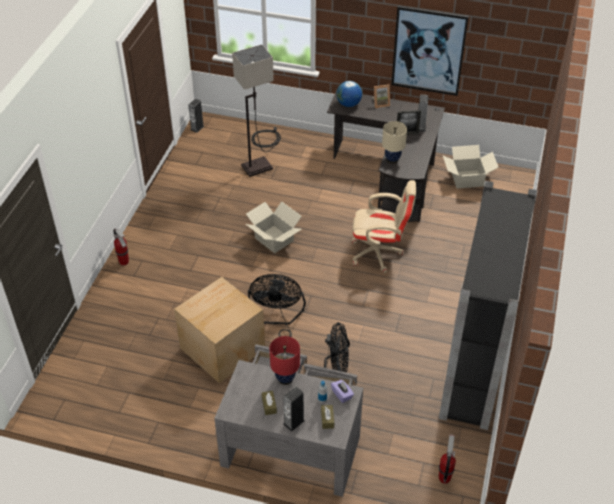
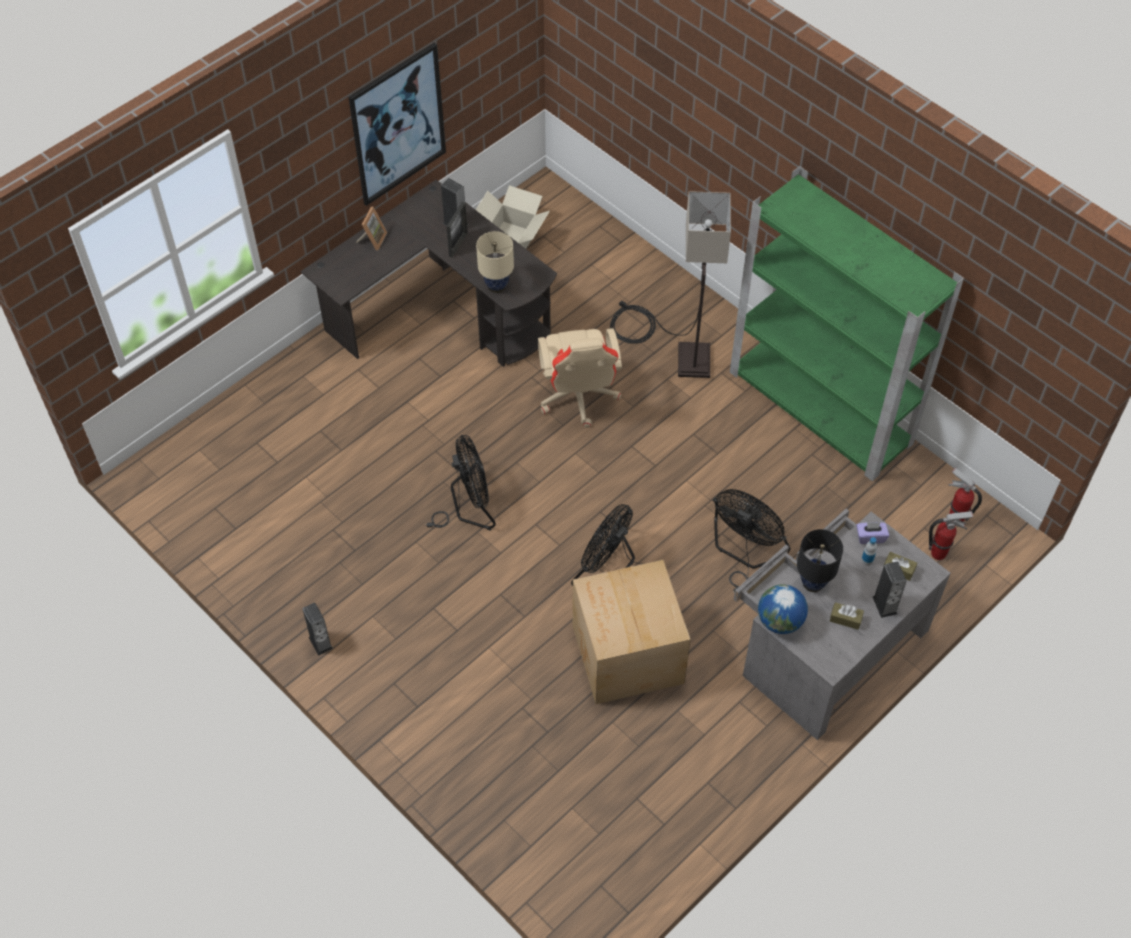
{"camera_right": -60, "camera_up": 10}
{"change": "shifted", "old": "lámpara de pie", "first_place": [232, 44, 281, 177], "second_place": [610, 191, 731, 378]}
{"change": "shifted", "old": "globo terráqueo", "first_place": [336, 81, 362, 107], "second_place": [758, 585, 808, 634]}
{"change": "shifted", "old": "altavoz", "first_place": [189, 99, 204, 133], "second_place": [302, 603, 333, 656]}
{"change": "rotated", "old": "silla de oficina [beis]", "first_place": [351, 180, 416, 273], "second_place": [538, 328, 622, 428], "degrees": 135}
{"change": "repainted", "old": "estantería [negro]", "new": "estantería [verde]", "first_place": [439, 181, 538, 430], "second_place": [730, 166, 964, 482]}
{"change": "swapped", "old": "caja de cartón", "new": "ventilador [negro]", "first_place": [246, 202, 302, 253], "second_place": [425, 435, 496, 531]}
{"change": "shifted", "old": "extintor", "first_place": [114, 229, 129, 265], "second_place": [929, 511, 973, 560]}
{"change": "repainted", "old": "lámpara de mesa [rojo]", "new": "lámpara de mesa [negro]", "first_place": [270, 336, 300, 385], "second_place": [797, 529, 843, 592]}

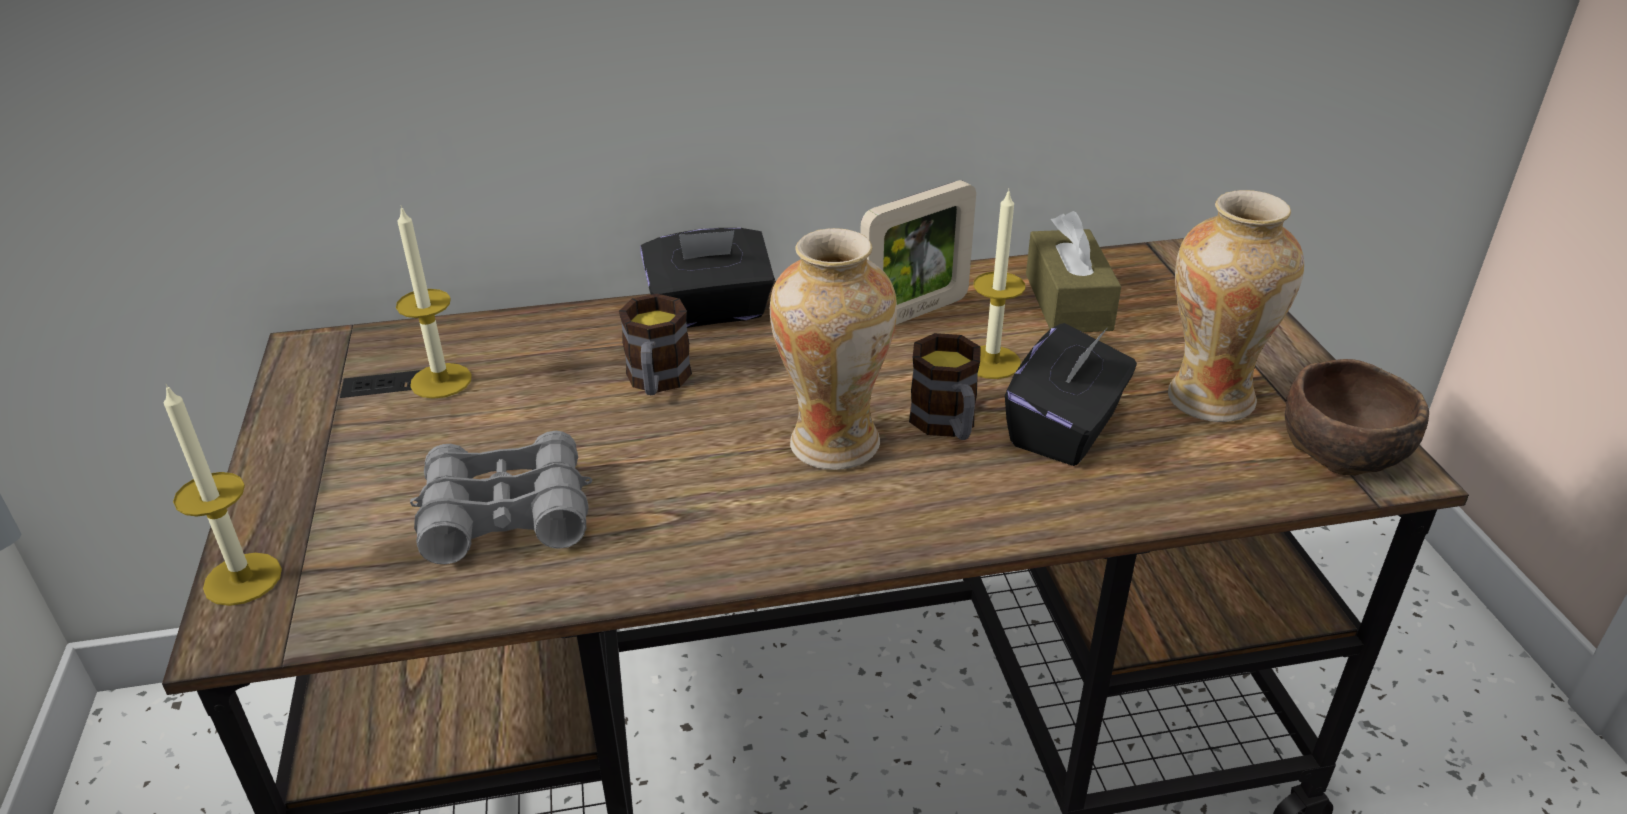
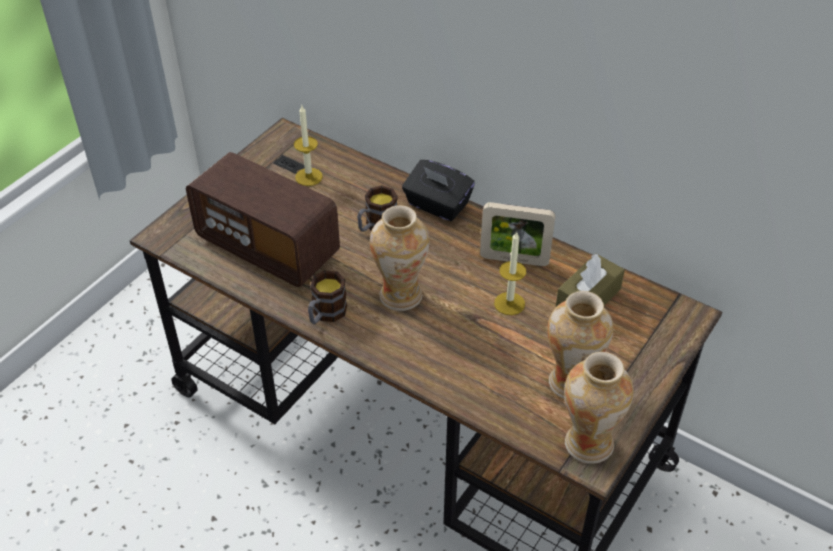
{"camera_right": 45, "camera_up": 10}
{"change": "gone", "old": "caja de pañuelos [negro]", "first_place": [1005, 323, 1137, 466]}
{"change": "shifted", "old": "taza grande", "first_place": [909, 333, 981, 440], "second_place": [308, 270, 347, 324]}
{"change": "swapped", "old": "cuenco [marrón]", "new": "florero", "first_place": [1285, 359, 1429, 476], "second_place": [564, 352, 634, 464]}
{"change": "gone", "old": "vela", "first_place": [164, 384, 282, 606]}
{"change": "swapped", "old": "prismáticos [gris]", "new": "radio", "first_place": [410, 431, 592, 564], "second_place": [186, 152, 340, 287]}

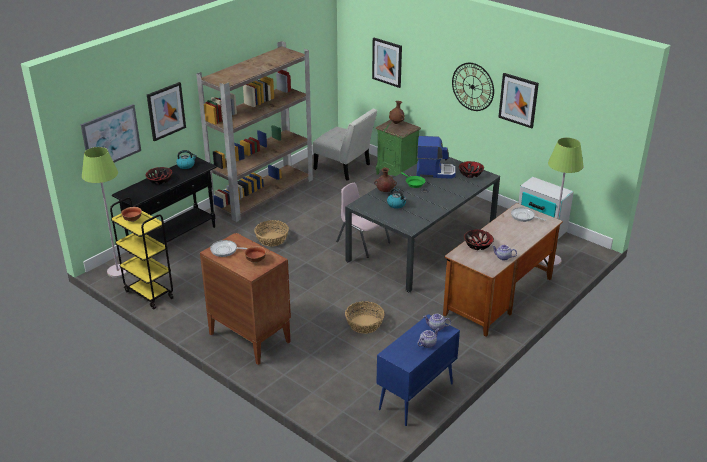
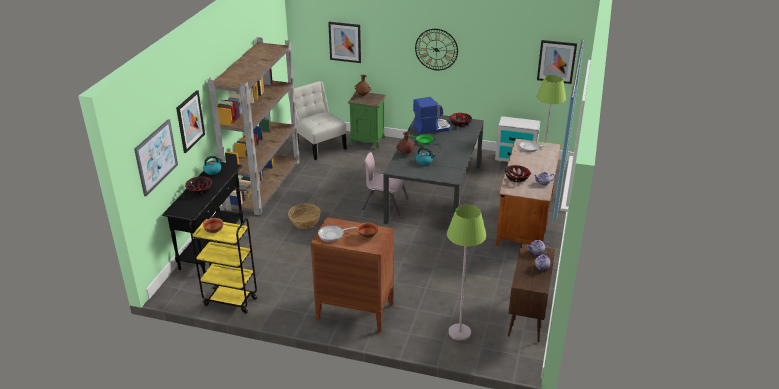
{"camera_right": -25, "camera_up": 0}
{"change": "shifted", "old": "cuadro", "first_place": [498, 73, 539, 128], "second_place": [537, 40, 577, 84]}
{"change": "rotated", "old": "silla [blanco]", "first_place": [313, 108, 377, 181], "second_place": [288, 81, 347, 160], "degrees": -135}
{"change": "shifted", "old": "lámpara de pie [verde]", "first_place": [82, 147, 128, 278], "second_place": [447, 205, 486, 341]}
{"change": "gone", "old": "cesta", "first_place": [345, 301, 385, 334]}
{"change": "repainted", "old": "armario [azul]", "new": "armario [marrón]", "first_place": [376, 314, 460, 426], "second_place": [508, 244, 555, 342]}

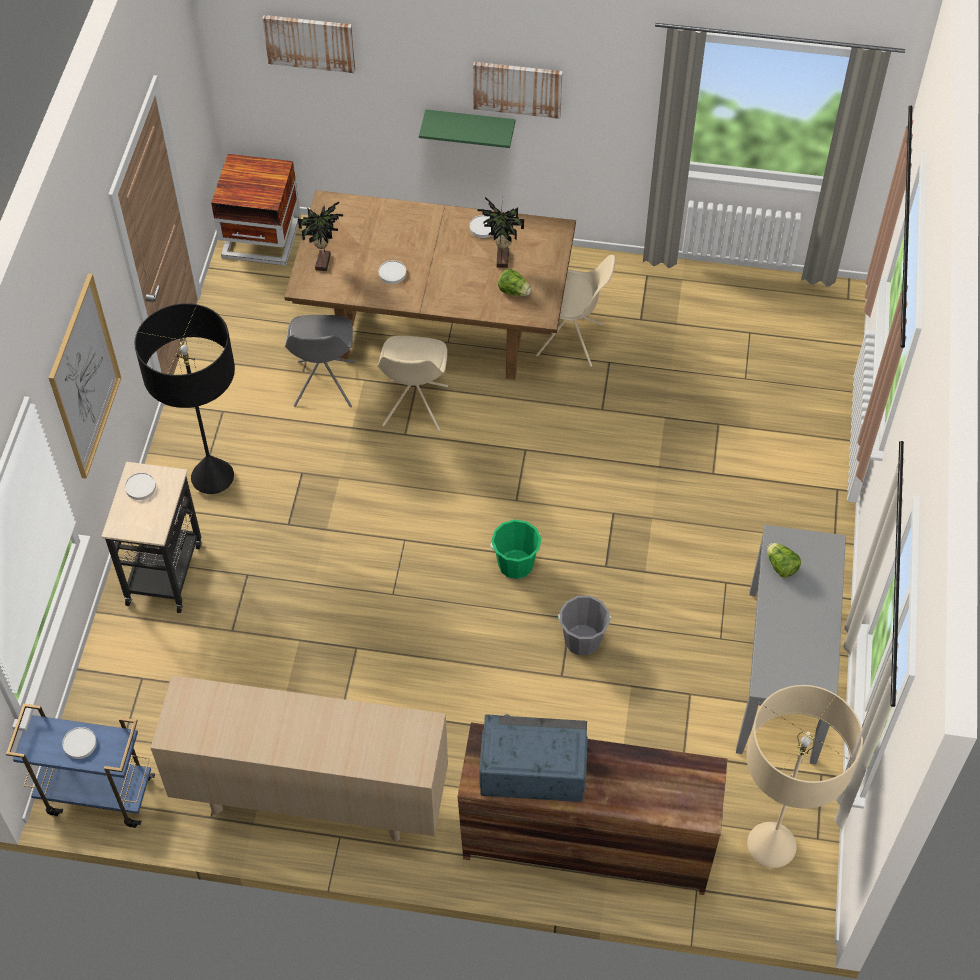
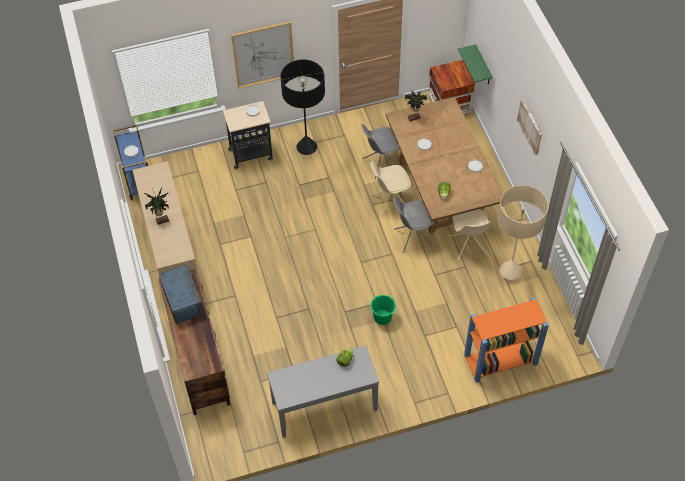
{"camera_right": 65, "camera_up": 0}
{"change": "gone", "old": "cuadro", "first_place": [262, 15, 355, 73]}
{"change": "shifted", "old": "estante [verde]", "first_place": [419, 109, 515, 148], "second_place": [458, 44, 493, 84]}
{"change": "shifted", "old": "planta en maceta", "first_place": [477, 194, 524, 268], "second_place": [144, 188, 169, 225]}
{"change": "shifted", "old": "cubo [verde]", "first_place": [490, 520, 541, 579], "second_place": [370, 295, 396, 325]}
{"change": "gone", "old": "cubo [gris]", "first_place": [558, 596, 611, 655]}
{"change": "shifted", "old": "lámpara de pie [beis]", "first_place": [747, 685, 863, 868], "second_place": [498, 185, 548, 280]}
{"change": "new", "new": "silla [gris]", "second_place": [393, 196, 434, 253]}
{"change": "new", "new": "estantería [naranja]", "second_place": [464, 297, 549, 383]}

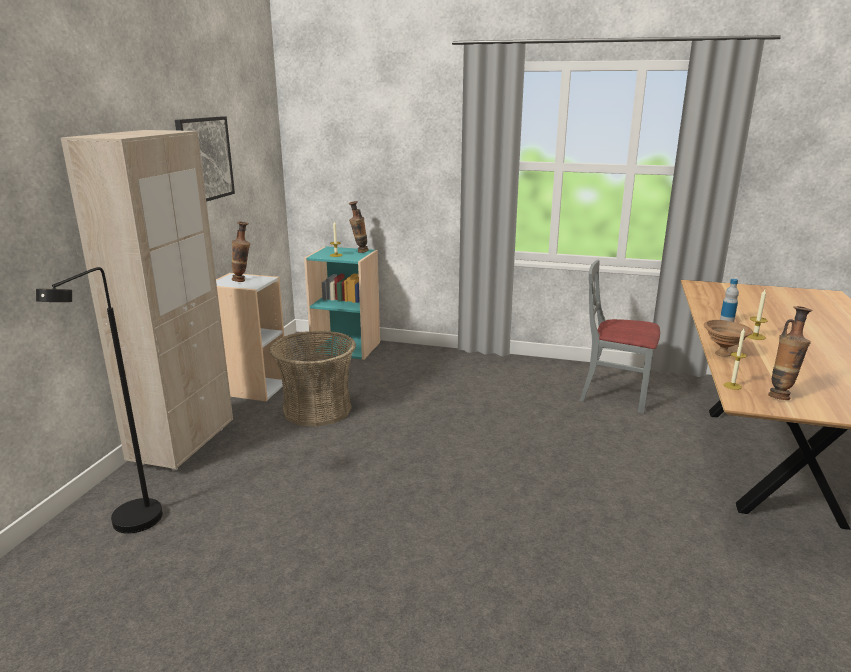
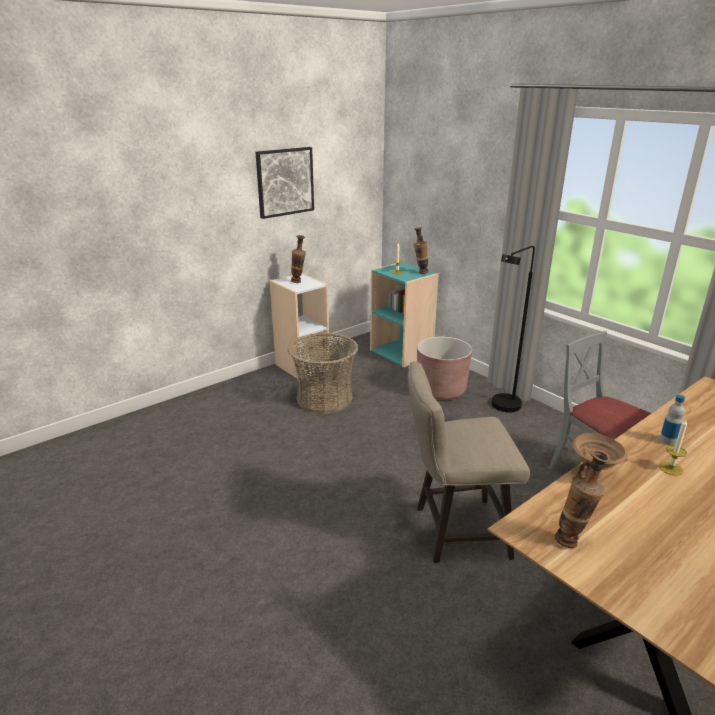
{"camera_right": 35, "camera_up": 5}
{"change": "gone", "old": "armario [beis]", "first_place": [61, 130, 233, 471]}
{"change": "shifted", "old": "lámpara de pie [negro]", "first_place": [36, 267, 163, 534], "second_place": [492, 246, 535, 412]}
{"change": "gone", "old": "vela", "first_place": [724, 328, 747, 390]}
{"change": "new", "new": "maceta [marrón]", "second_place": [417, 336, 472, 400]}
{"change": "new", "new": "taburete [beis]", "second_place": [408, 361, 530, 563]}

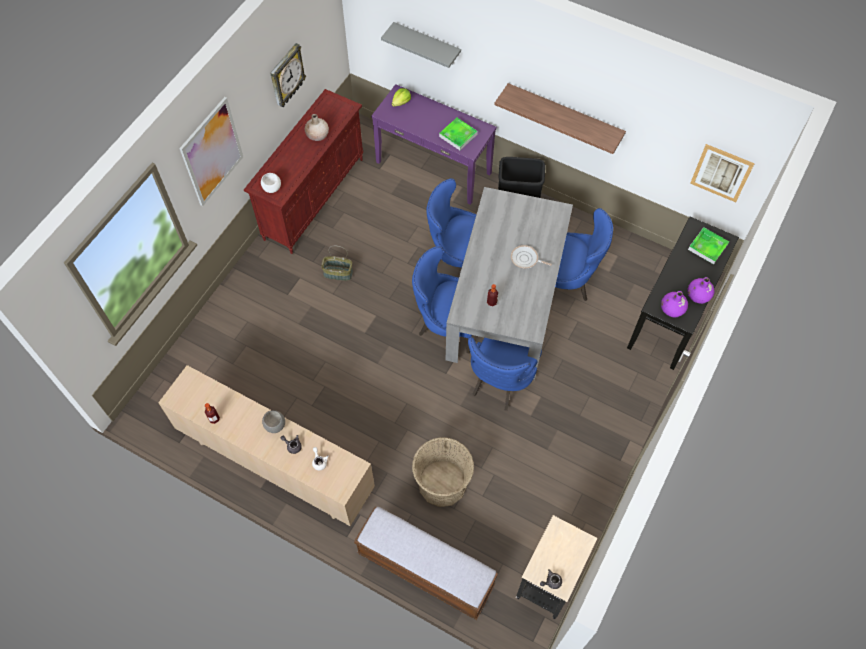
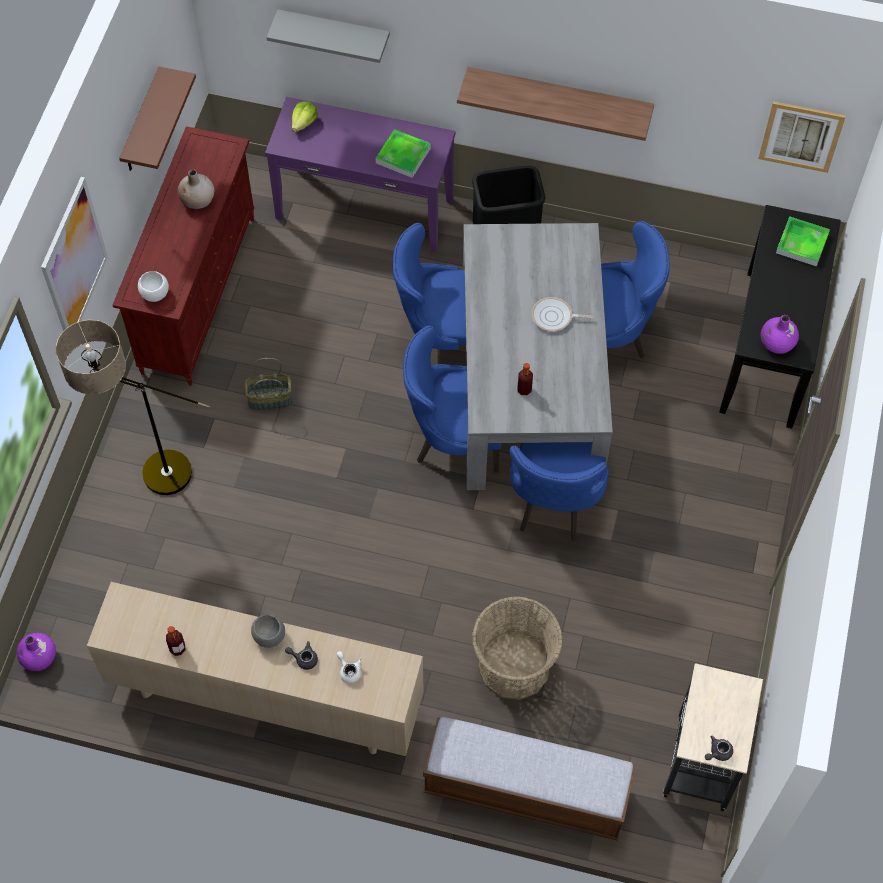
{"camera_right": -15, "camera_up": 0}
{"change": "swapped", "old": "reloj de pared", "new": "estante [marrón]", "first_place": [270, 43, 306, 107], "second_place": [119, 67, 196, 171]}
{"change": "shifted", "old": "florero [morado]", "first_place": [688, 277, 714, 304], "second_place": [17, 633, 56, 671]}
{"change": "new", "new": "lámpara de pie", "second_place": [56, 320, 210, 495]}

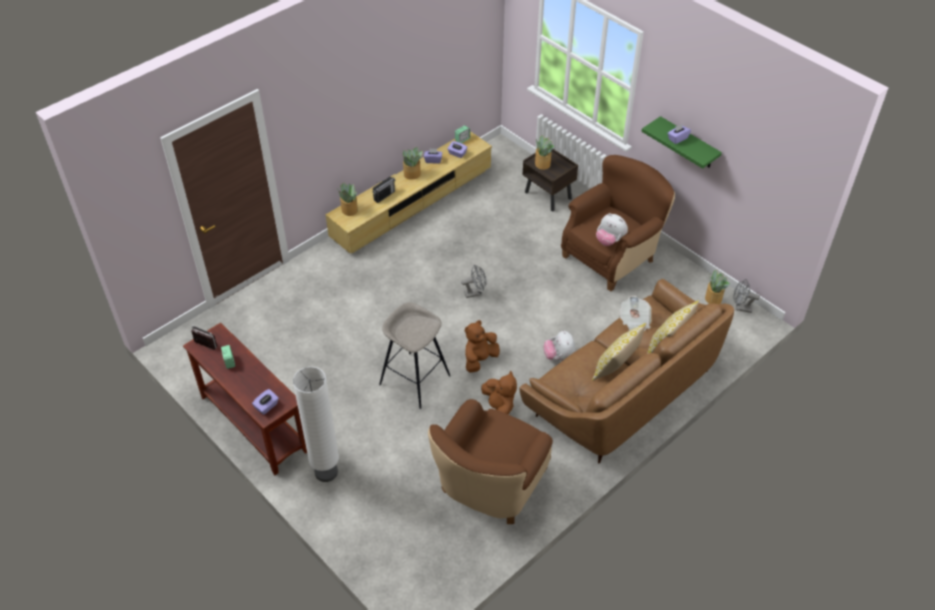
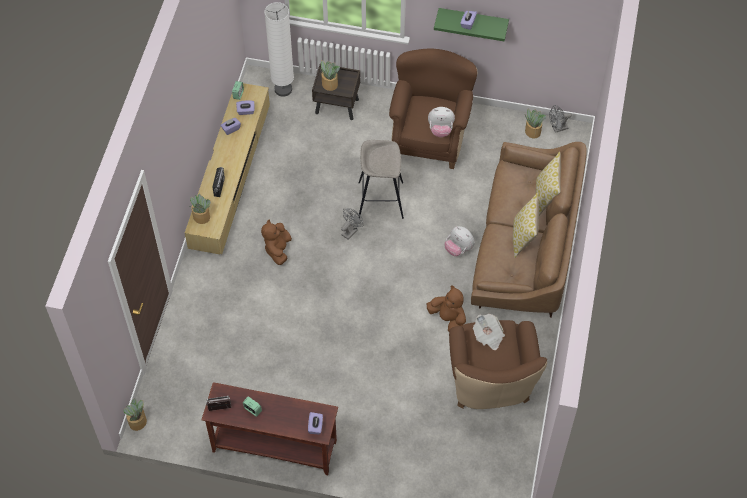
{"camera_right": -35, "camera_up": 10}
{"change": "shifted", "old": "planta en maceta", "first_place": [402, 147, 423, 180], "second_place": [123, 398, 147, 431]}
{"change": "shifted", "old": "periódico", "first_place": [619, 296, 651, 331], "second_place": [473, 314, 505, 350]}
{"change": "shifted", "old": "taburete [gris]", "first_place": [379, 303, 450, 409], "second_place": [359, 140, 404, 219]}
{"change": "shifted", "old": "peluche [marrón]", "first_place": [465, 320, 500, 373], "second_place": [261, 220, 292, 265]}
{"change": "shifted", "old": "lámpara de pie [blanco]", "first_place": [293, 367, 339, 482], "second_place": [264, 2, 294, 97]}

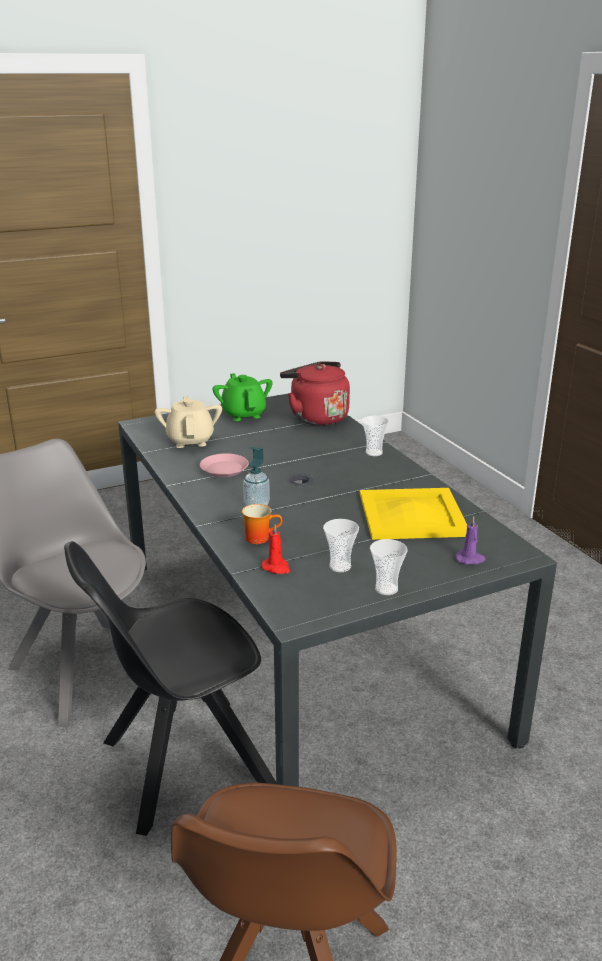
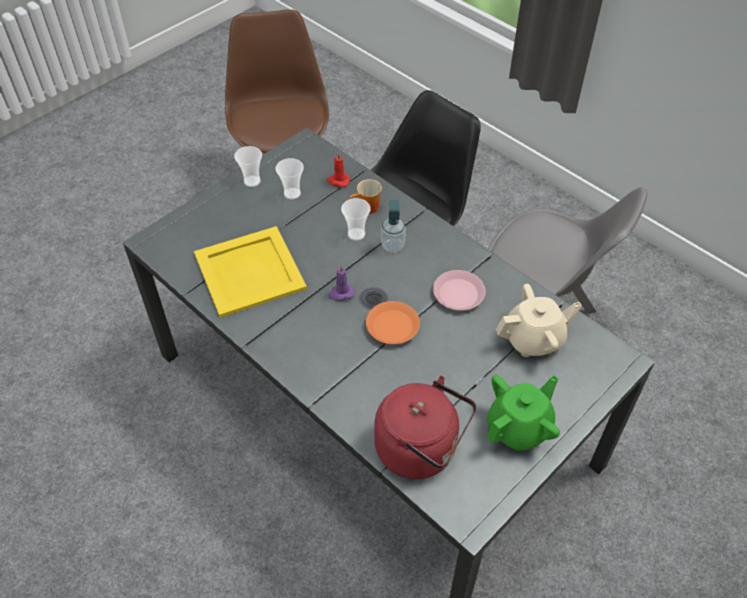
{"camera_right": 160, "camera_up": 25}
{"change": "rotated", "old": "tetera [verde]", "first_place": [212, 373, 272, 421], "second_place": [486, 375, 560, 451], "degrees": -90}
{"change": "rotated", "old": "tetera [beis]", "first_place": [155, 396, 222, 448], "second_place": [496, 284, 582, 357], "degrees": -75}
{"change": "shifted", "old": "taza", "first_place": [362, 416, 389, 456], "second_place": [341, 198, 371, 241]}
{"change": "shifted", "old": "vela [morado]", "first_place": [455, 516, 486, 564], "second_place": [328, 265, 354, 301]}
{"change": "new", "new": "plato [naranja]", "second_place": [366, 301, 420, 344]}

